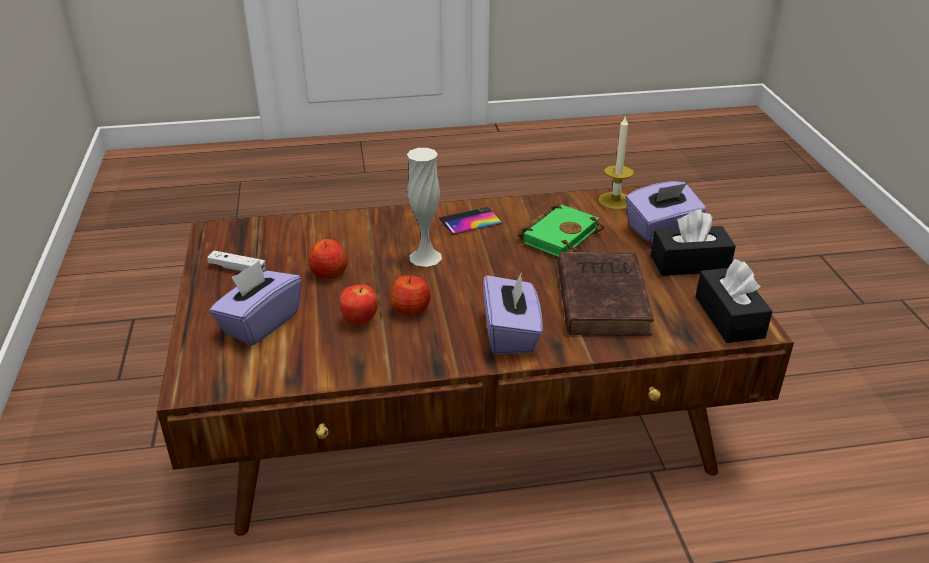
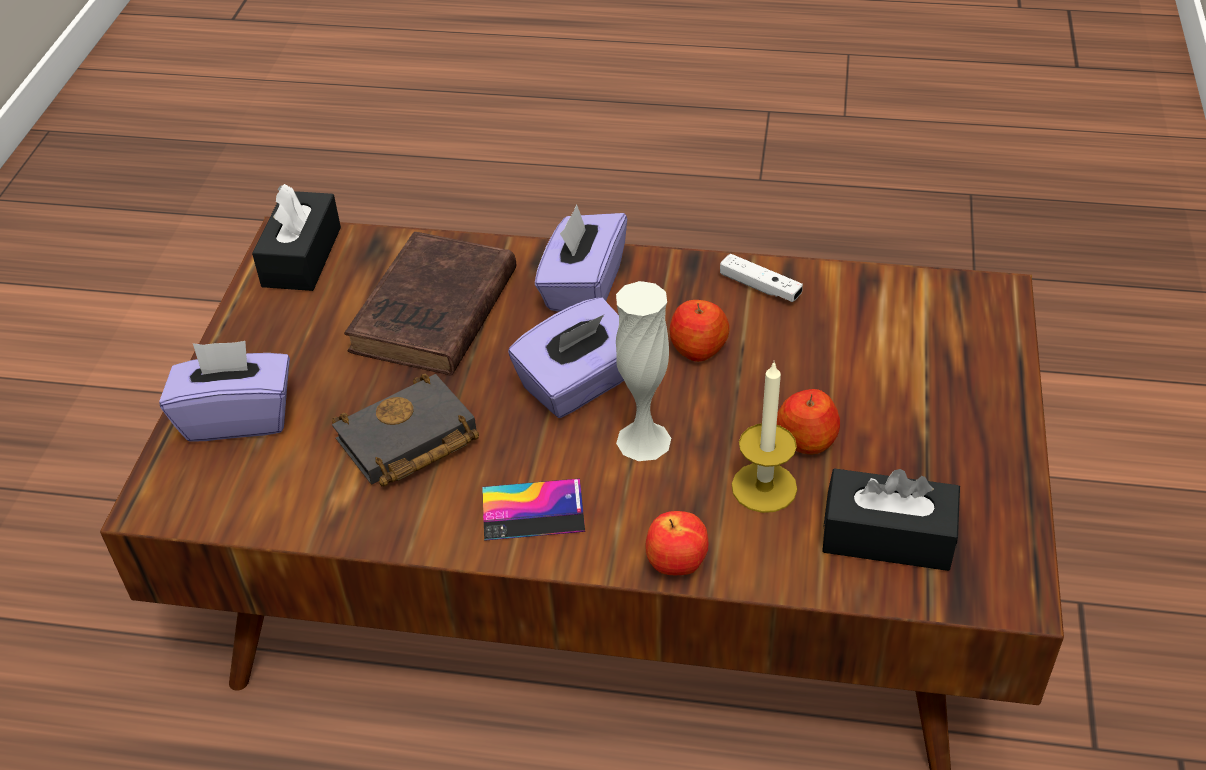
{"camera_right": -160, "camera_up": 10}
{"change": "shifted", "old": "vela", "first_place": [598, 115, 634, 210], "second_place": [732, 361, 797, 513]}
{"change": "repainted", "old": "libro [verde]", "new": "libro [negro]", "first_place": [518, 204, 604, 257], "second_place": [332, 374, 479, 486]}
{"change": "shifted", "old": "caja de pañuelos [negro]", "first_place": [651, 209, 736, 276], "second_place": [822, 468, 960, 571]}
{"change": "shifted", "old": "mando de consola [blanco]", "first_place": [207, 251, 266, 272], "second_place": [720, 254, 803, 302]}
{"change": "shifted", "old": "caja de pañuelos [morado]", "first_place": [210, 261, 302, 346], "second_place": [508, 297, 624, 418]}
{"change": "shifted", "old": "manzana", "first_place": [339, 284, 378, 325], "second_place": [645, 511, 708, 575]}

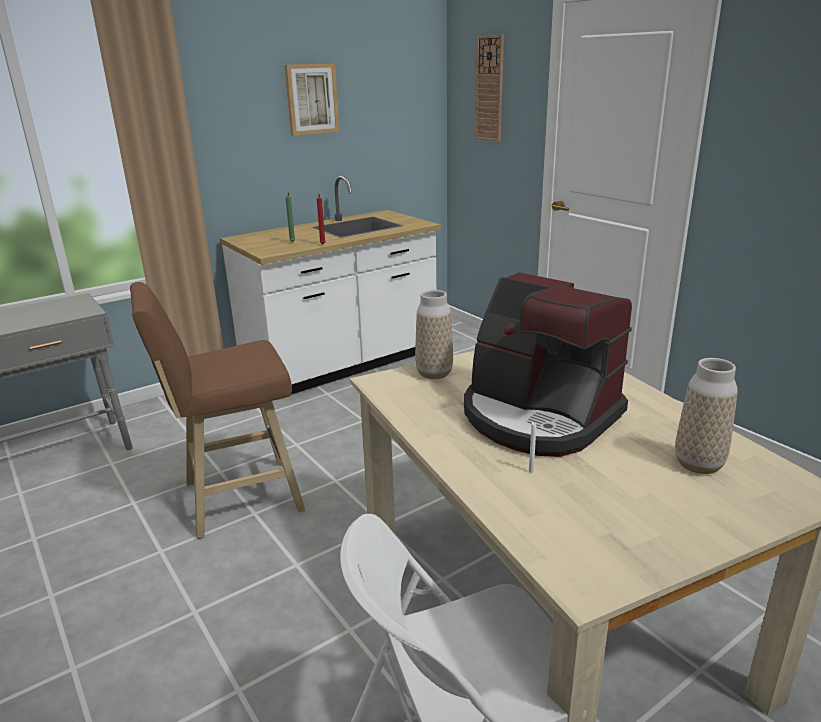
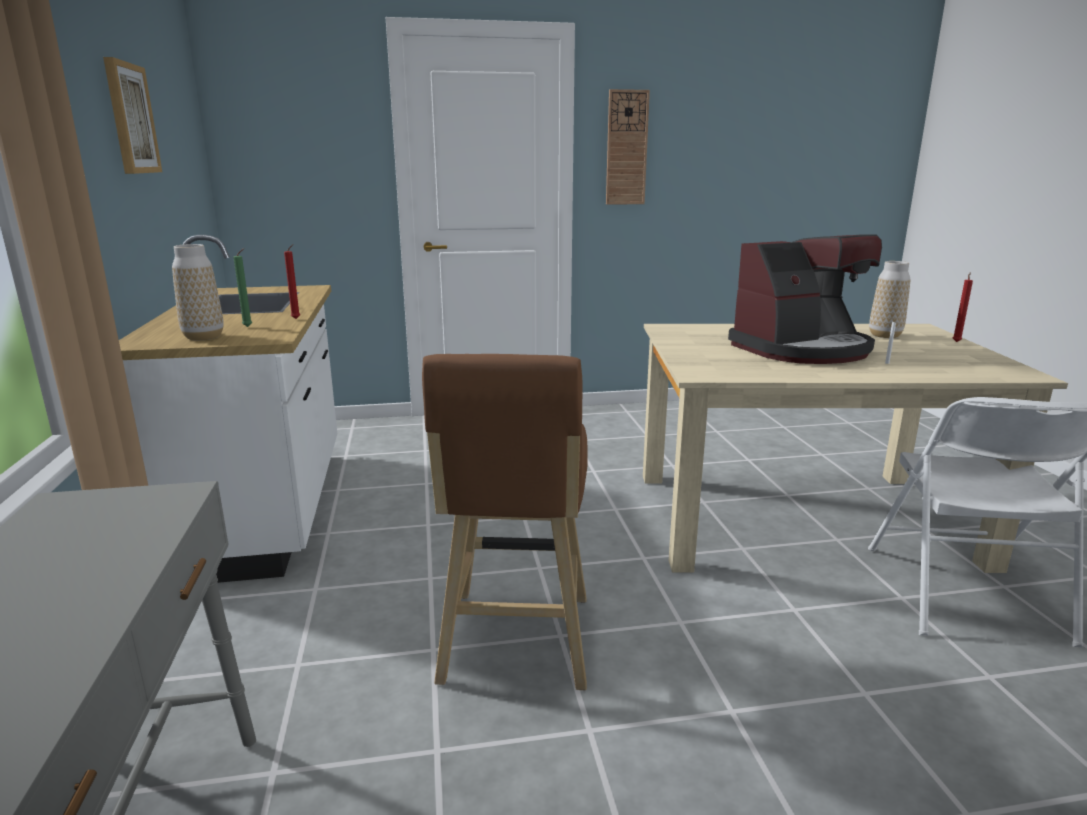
{"camera_right": -65, "camera_up": -5}
{"change": "shifted", "old": "reloj de pared", "first_place": [475, 35, 504, 142], "second_place": [606, 89, 650, 205]}
{"change": "shifted", "old": "florero", "first_place": [415, 290, 453, 379], "second_place": [172, 244, 223, 340]}
{"change": "new", "new": "vela [rojo]", "second_place": [953, 272, 973, 342]}

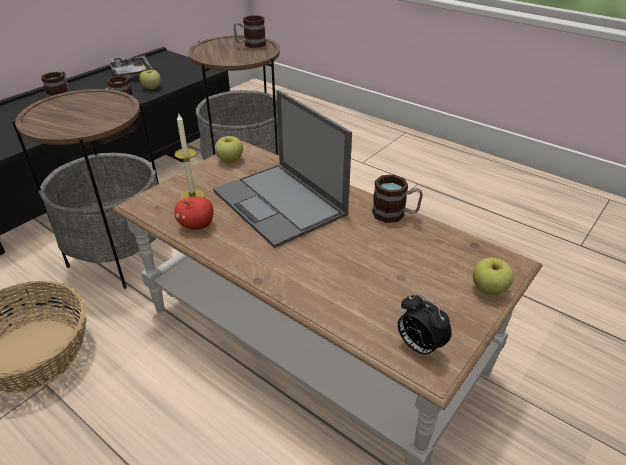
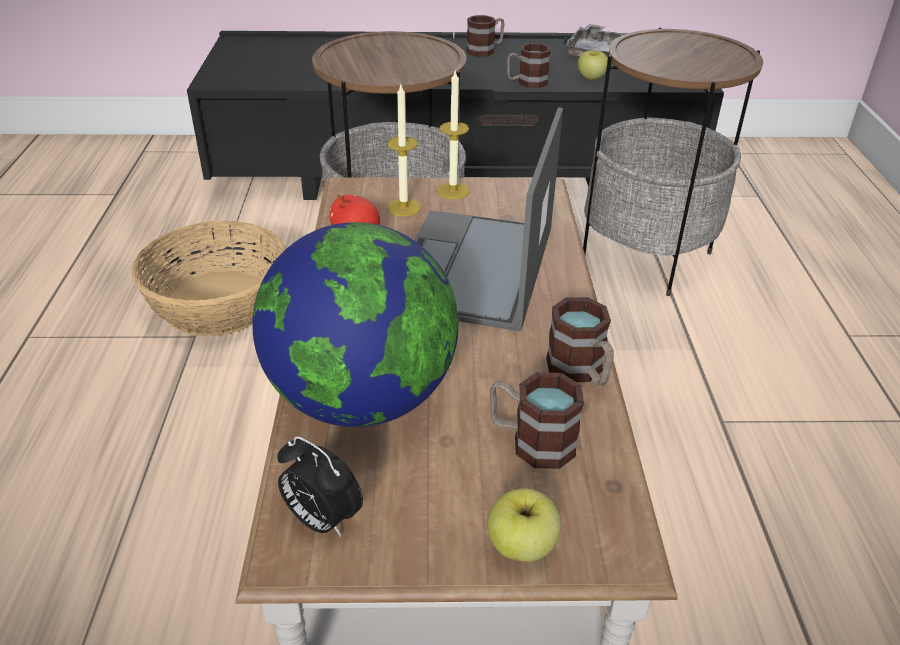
{"camera_right": 50, "camera_up": 0}
{"change": "shifted", "old": "taza grande", "first_place": [234, 15, 266, 48], "second_place": [490, 372, 584, 469]}
{"change": "gone", "old": "manzana", "first_place": [215, 136, 243, 163]}
{"change": "rotated", "old": "despertador", "first_place": [398, 294, 452, 358], "second_place": [277, 436, 363, 537], "degrees": -60}
{"change": "new", "new": "vela", "second_place": [437, 69, 470, 199]}
{"change": "new", "new": "globo terráqueo", "second_place": [252, 222, 459, 427]}

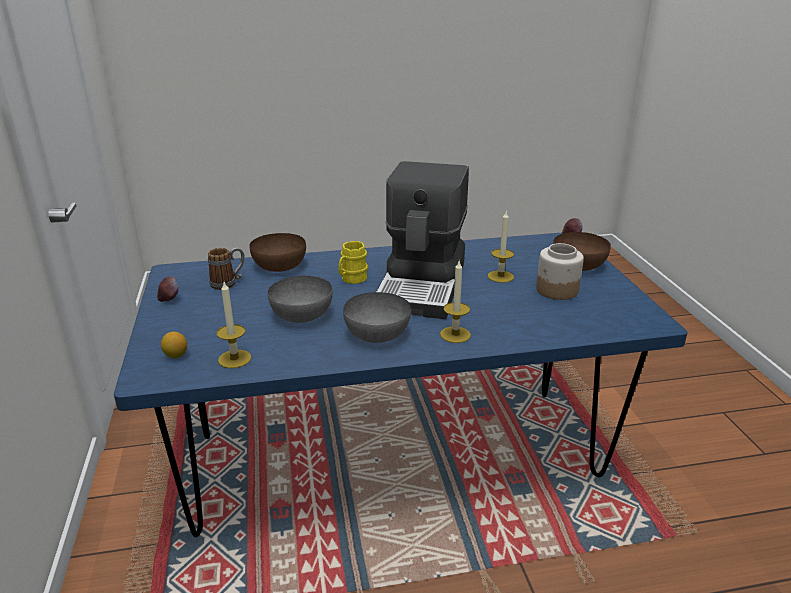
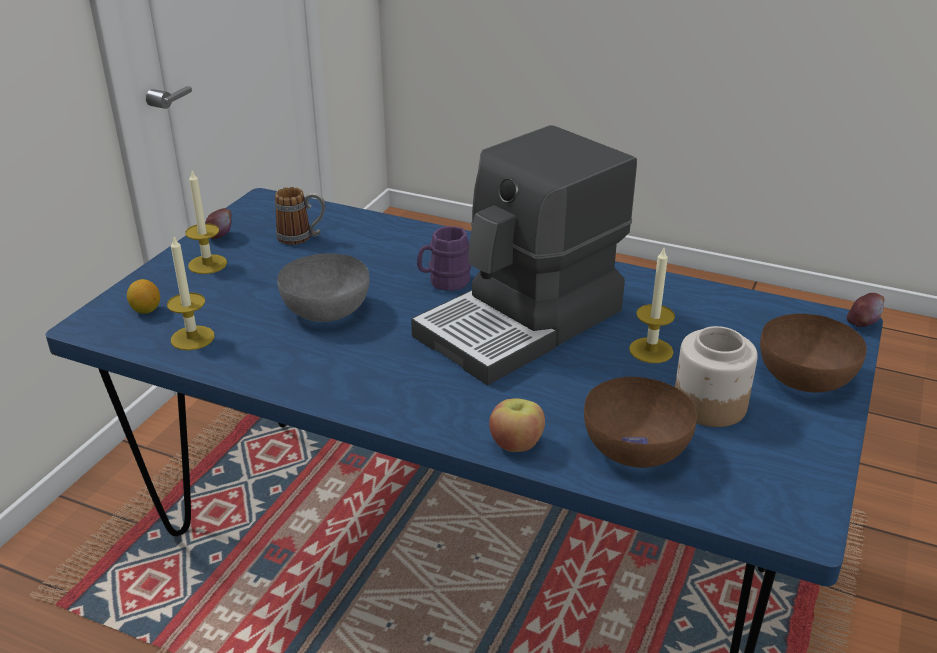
{"camera_right": 35, "camera_up": 5}
{"change": "shifted", "old": "cuenco [marrón]", "first_place": [250, 233, 306, 272], "second_place": [584, 376, 697, 468]}
{"change": "repainted", "old": "taza grande [amarillo]", "new": "taza grande [morado]", "first_place": [338, 241, 368, 284], "second_place": [417, 226, 471, 291]}
{"change": "shifted", "old": "vela", "first_place": [440, 261, 471, 343], "second_place": [185, 171, 227, 274]}
{"change": "gone", "old": "cuenco [gris]", "first_place": [343, 292, 411, 343]}
{"change": "new", "new": "manzana", "second_place": [489, 398, 545, 452]}

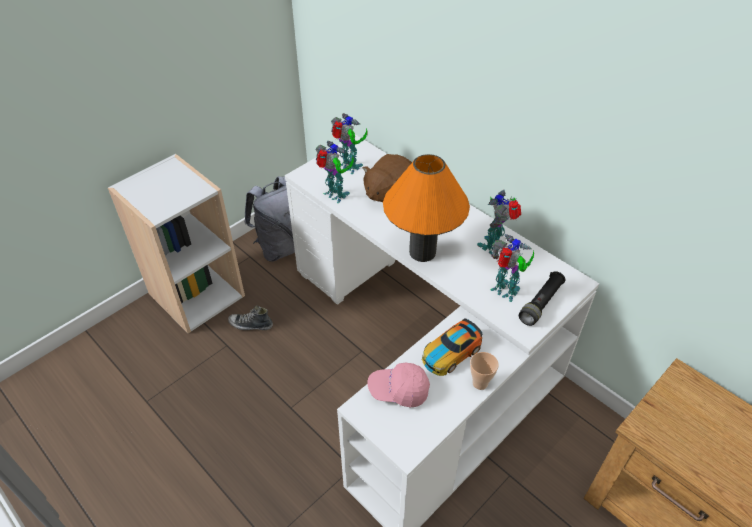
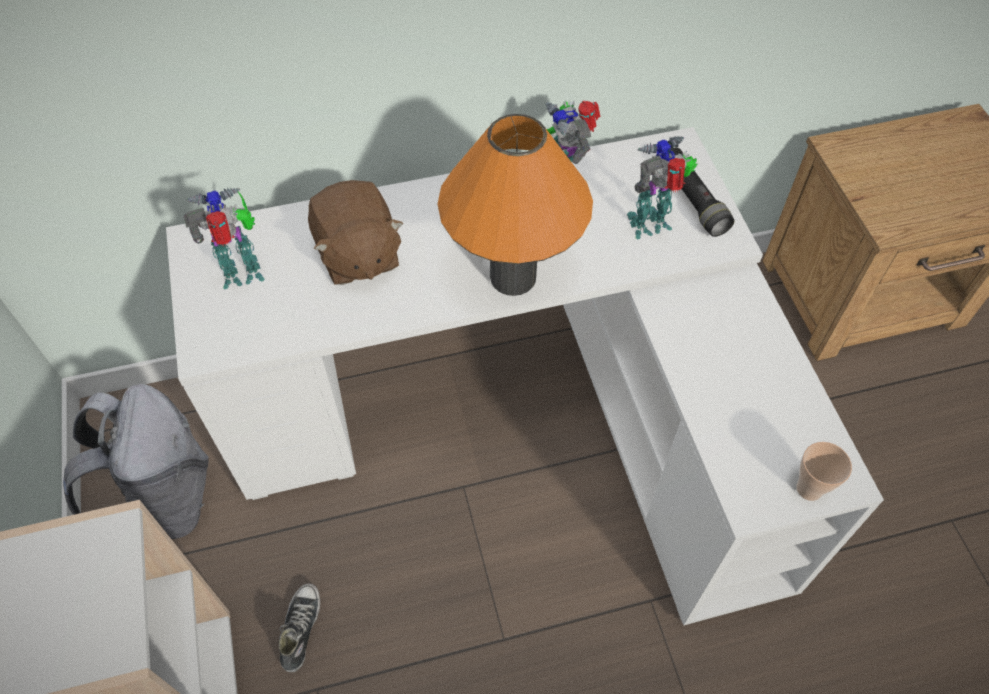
{"camera_right": -60, "camera_up": 10}
{"change": "gone", "old": "robot de juguete", "first_place": [315, 141, 354, 203]}
{"change": "rotated", "old": "zapato", "first_place": [228, 306, 273, 330], "second_place": [279, 583, 320, 672], "degrees": 150}
{"change": "gone", "old": "coche de juguete", "first_place": [422, 318, 482, 376]}
{"change": "shifted", "old": "taza", "first_place": [470, 352, 499, 390], "second_place": [796, 442, 852, 501]}
{"change": "gone", "old": "gorra [rosa]", "first_place": [367, 363, 430, 407]}

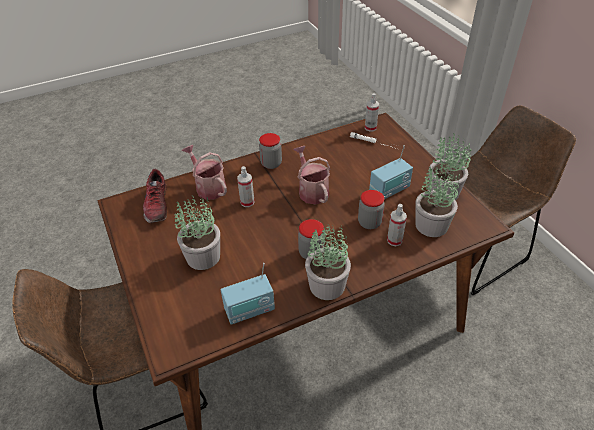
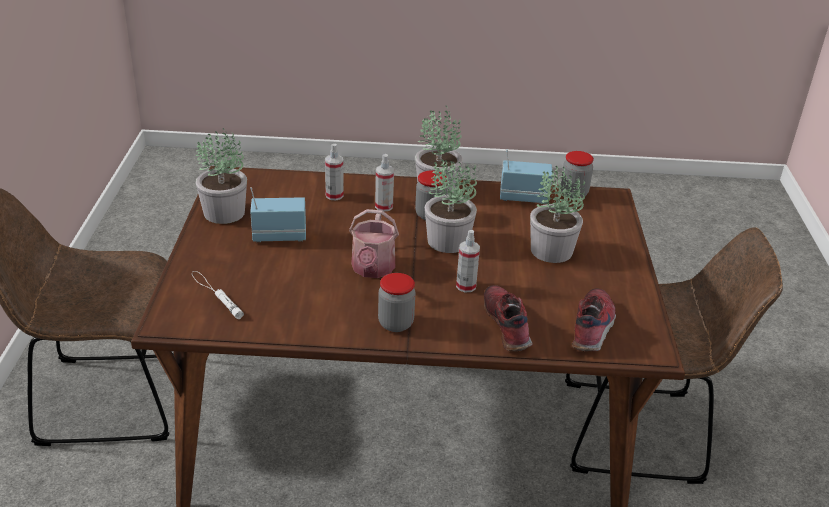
{"camera_right": -155, "camera_up": -10}
{"change": "shifted", "old": "pulverizador", "first_place": [365, 93, 379, 132], "second_place": [375, 154, 394, 211]}
{"change": "swapped", "old": "regadera", "new": "zapato", "first_place": [182, 145, 227, 200], "second_place": [484, 285, 533, 352]}
{"change": "shifted", "old": "planta en maceta", "first_place": [415, 161, 460, 237], "second_place": [425, 159, 477, 253]}
{"change": "shifted", "old": "tarro", "first_place": [358, 190, 385, 229], "second_place": [561, 151, 594, 199]}

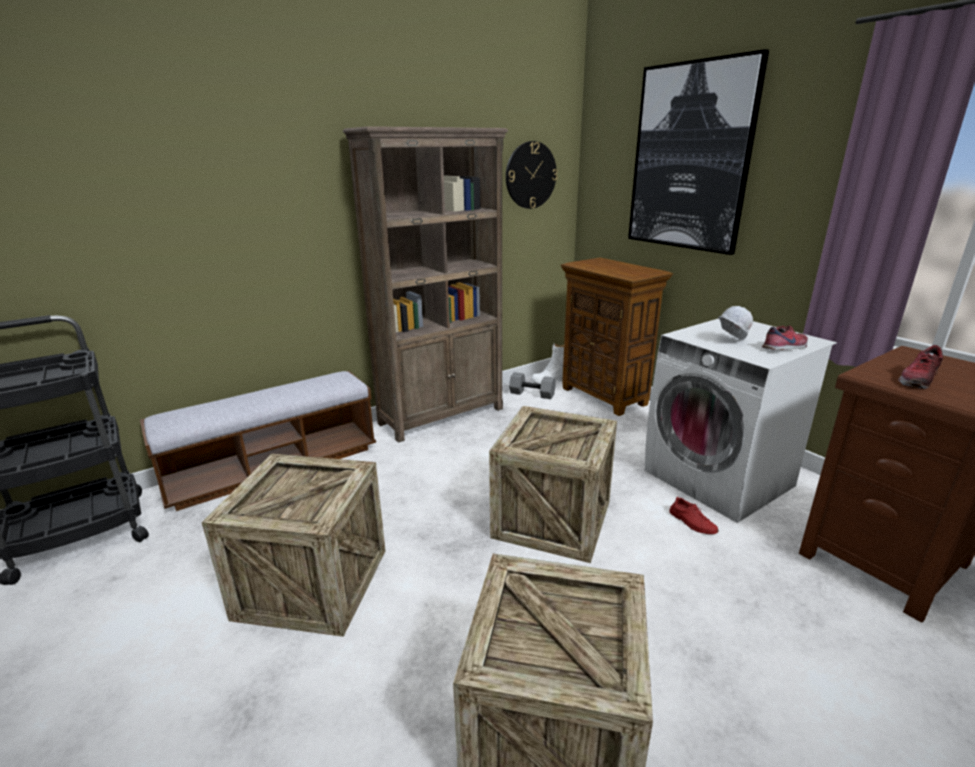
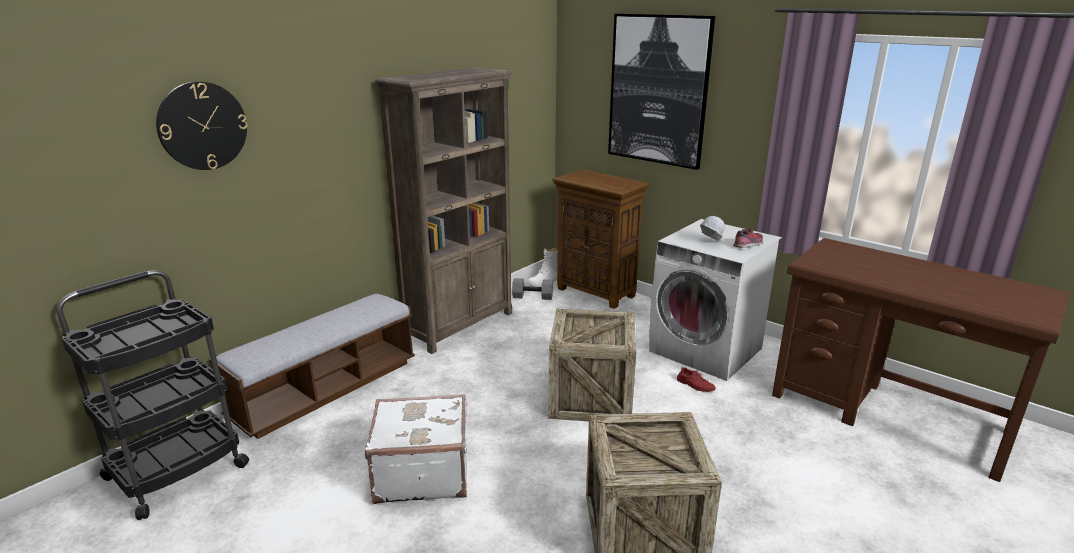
{"camera_right": -15, "camera_up": 0}
{"change": "shifted", "old": "reloj de pared", "first_place": [506, 141, 558, 209], "second_place": [156, 81, 248, 170]}
{"change": "gone", "old": "zapato", "first_place": [898, 345, 943, 389]}
{"change": "swapped", "old": "caja de embalaje", "new": "maleta [blanco]", "first_place": [202, 454, 386, 637], "second_place": [365, 394, 467, 504]}

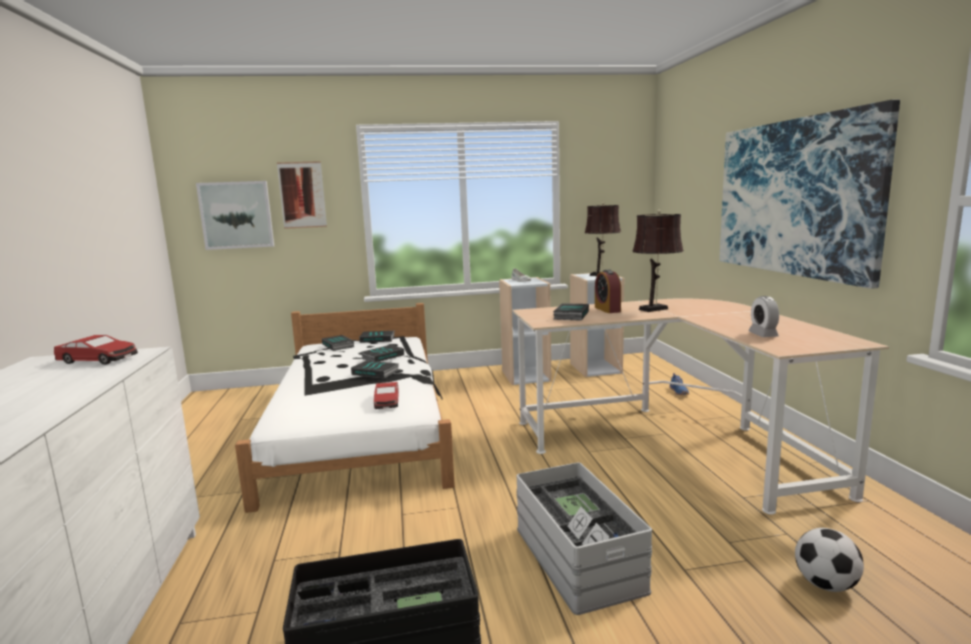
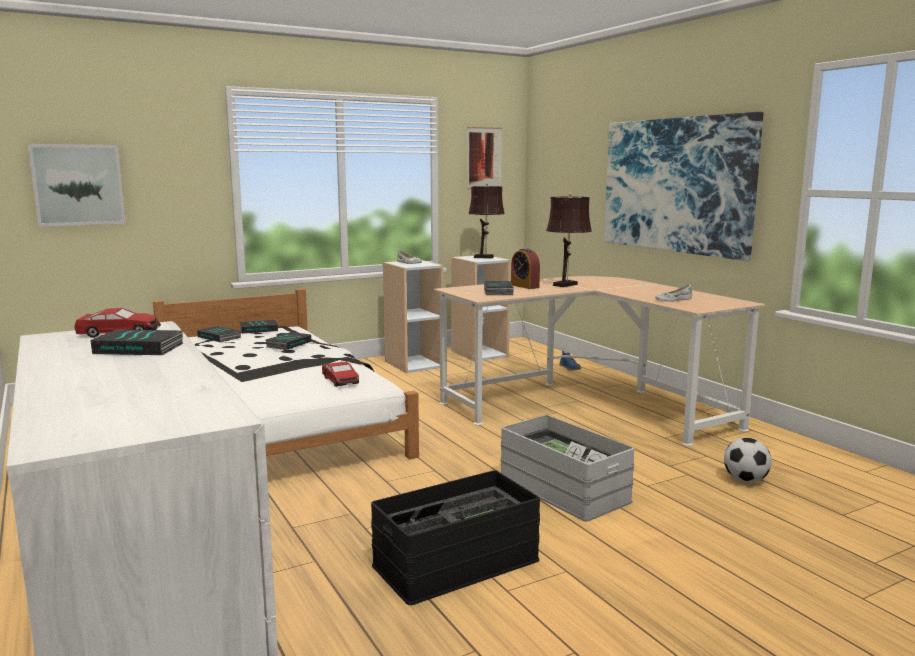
{"camera_right": -20, "camera_up": 0}
{"change": "shifted", "old": "cuadro", "first_place": [277, 161, 327, 229], "second_place": [467, 127, 502, 190]}
{"change": "swapped", "old": "despertador", "new": "zapato [blanco]", "first_place": [748, 296, 779, 337], "second_place": [655, 284, 692, 302]}
{"change": "shifted", "old": "libro", "first_place": [351, 361, 399, 379], "second_place": [90, 330, 183, 355]}

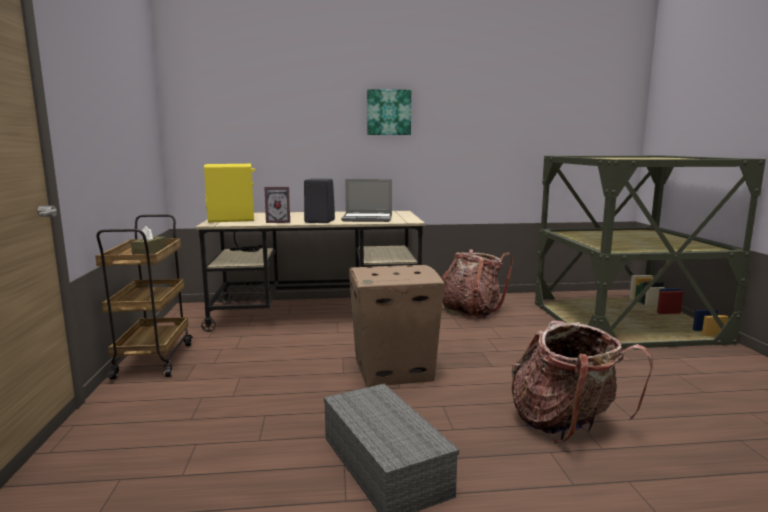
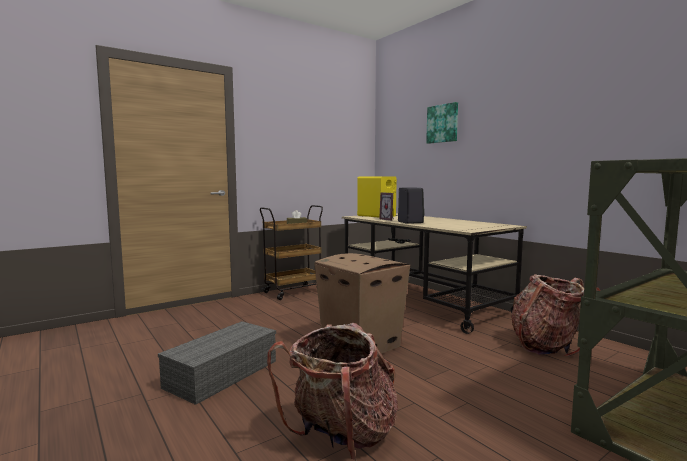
{"camera_right": 60, "camera_up": -5}
{"change": "shifted", "old": "cuadro", "first_place": [367, 89, 411, 135], "second_place": [426, 102, 458, 144]}
{"change": "gone", "old": "portátil", "first_place": [341, 179, 392, 222]}

